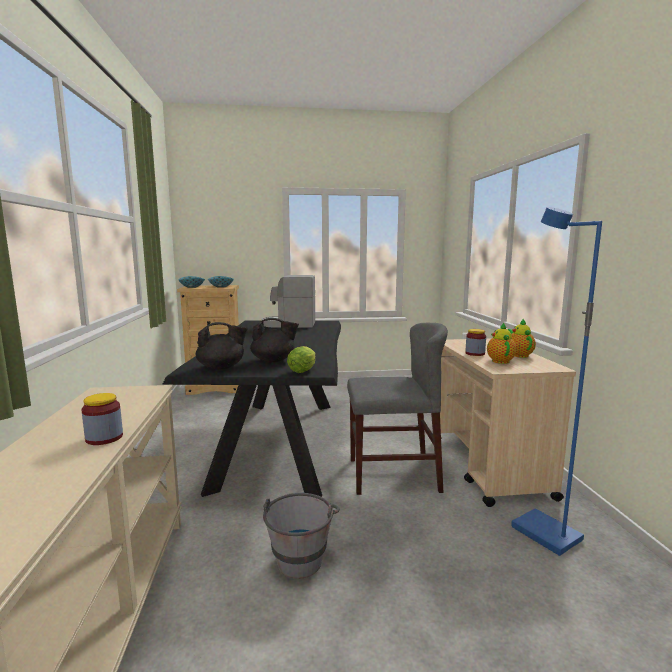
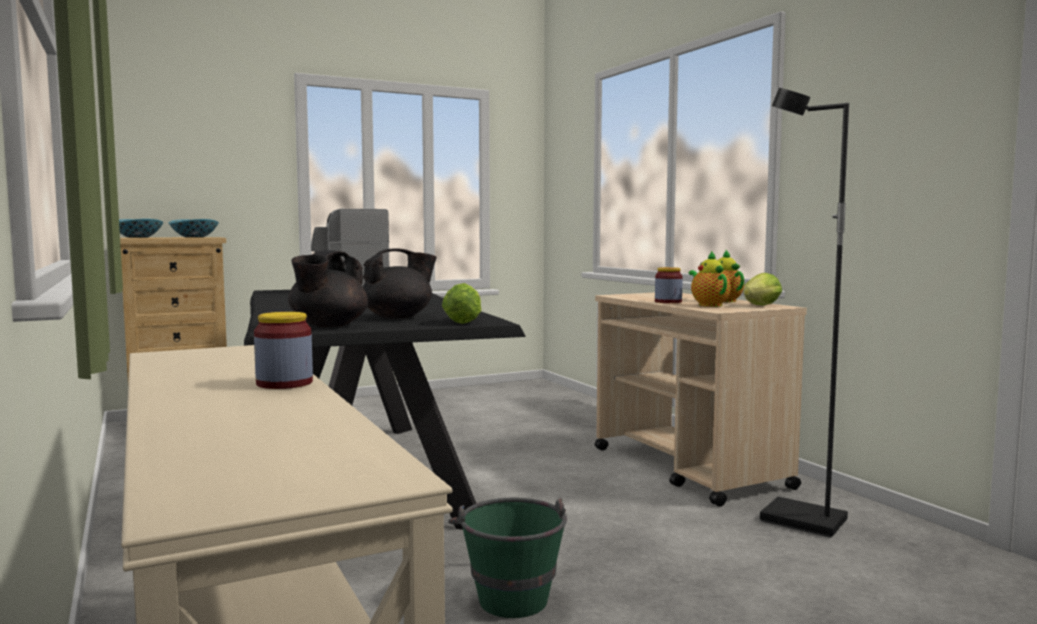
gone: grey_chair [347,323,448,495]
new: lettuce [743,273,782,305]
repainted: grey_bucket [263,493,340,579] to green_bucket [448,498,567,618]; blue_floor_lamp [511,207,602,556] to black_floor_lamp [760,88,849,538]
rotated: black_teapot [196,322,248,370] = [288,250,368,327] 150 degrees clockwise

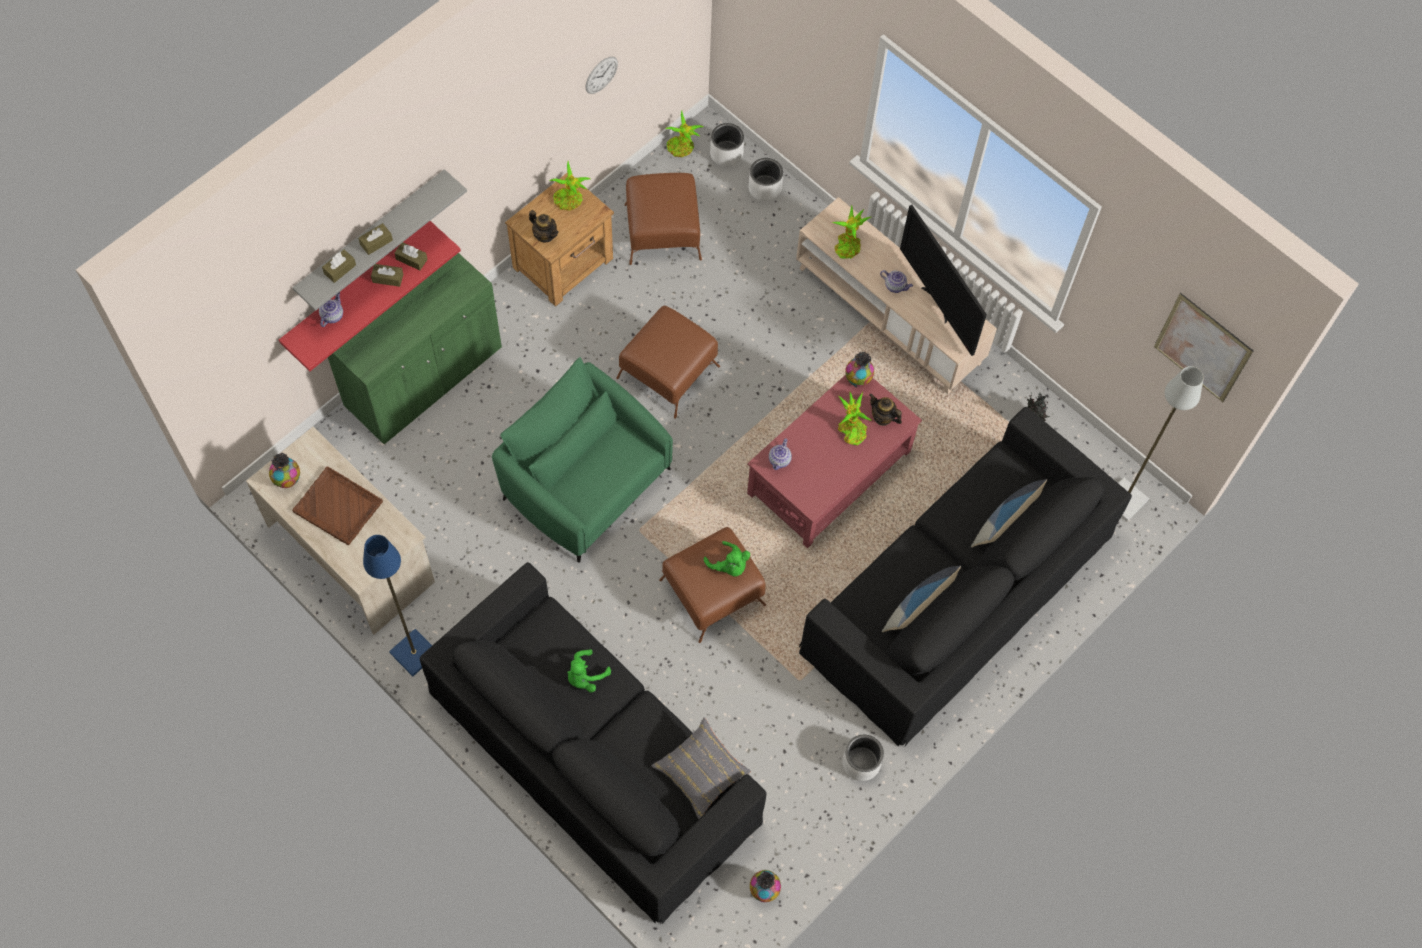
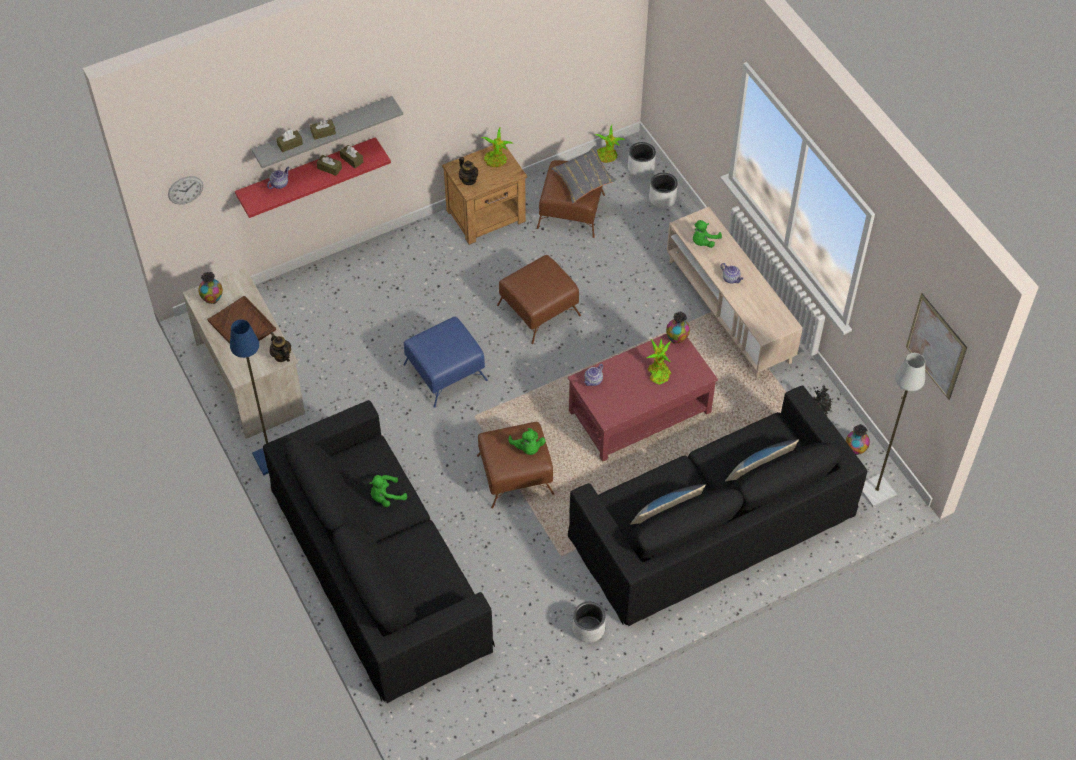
gone: green_cabinet [328,253,502,444]; television [900,205,987,356]
shifted: wall_clock [585,56,618,94] to [168,176,203,204]; teapot [869,394,902,426] to [270,332,291,362]; grey_pillow [651,718,751,819] to [551,146,616,204]; vase [750,870,781,902] to [846,424,870,455]
swapped: green_armchair [492,357,673,563] to blue_ottoman [403,317,488,408]; potted_plant [832,205,871,259] to green_plush_toy [693,220,722,248]

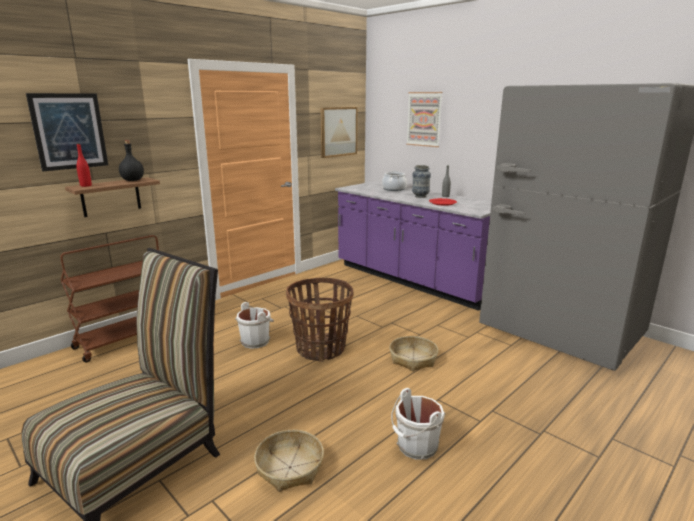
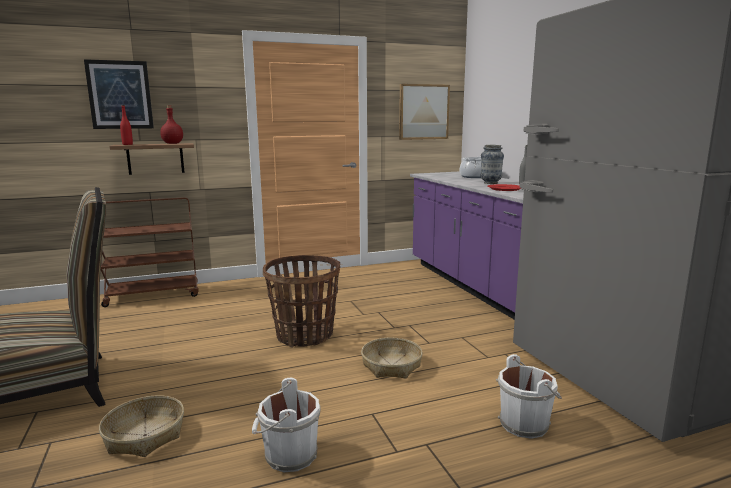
gone: picture [406,92,443,147]
shifted: white_bucket [235,302,274,349] to [496,354,562,439]
repainted: black_bottle [119,140,144,181] to red_bottle [160,105,183,144]

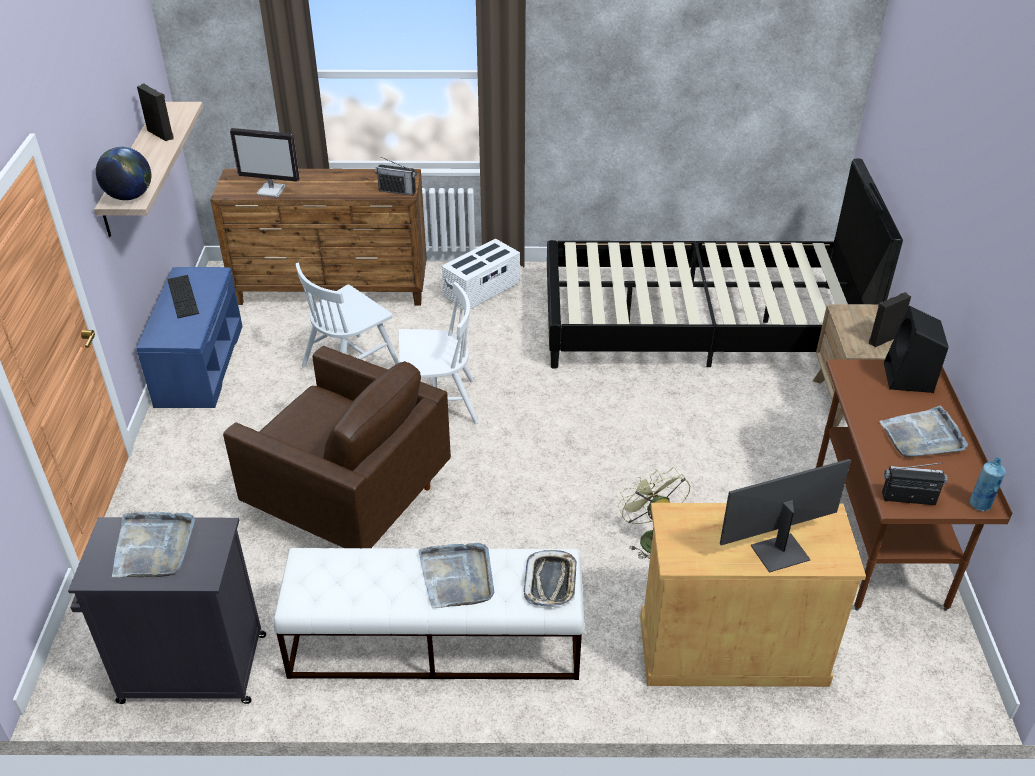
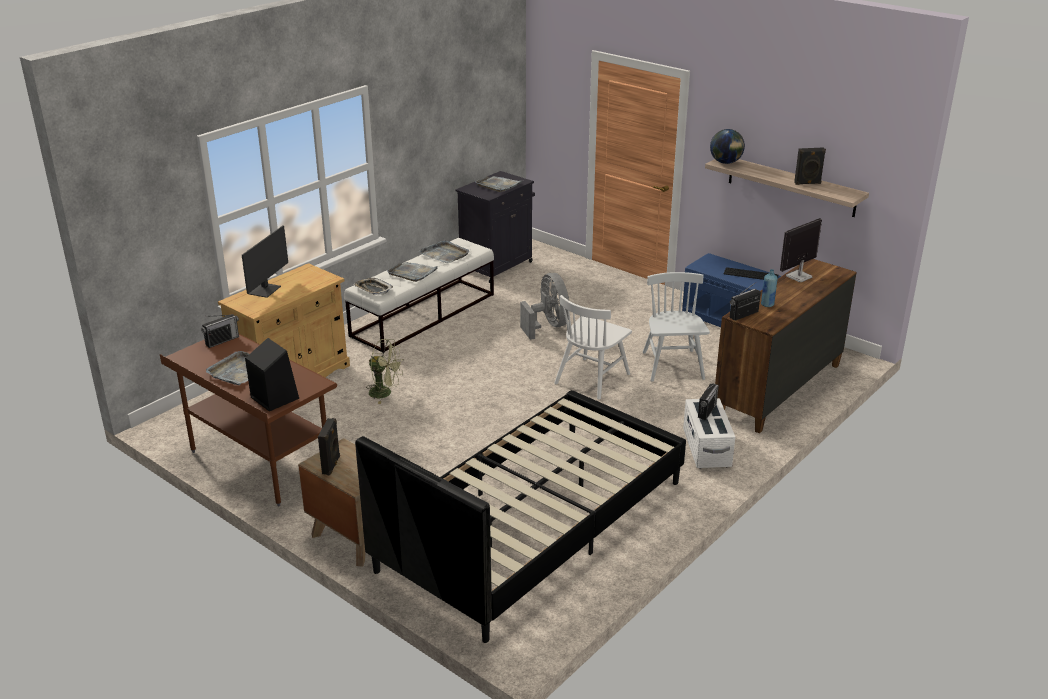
new: grey_tray [418,240,469,264]; radio [698,383,719,420]
shifted: blue_bottle [970,457,1006,511] to [761,269,778,307]
swapped: brown_armchair [223,346,451,548] to grey_fan [520,273,570,340]

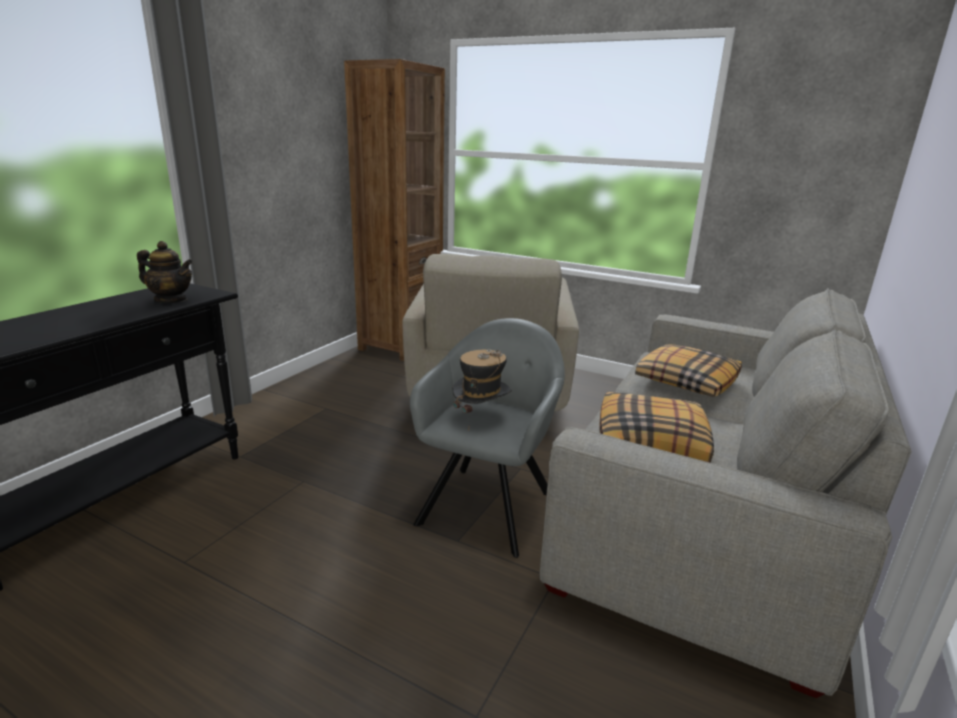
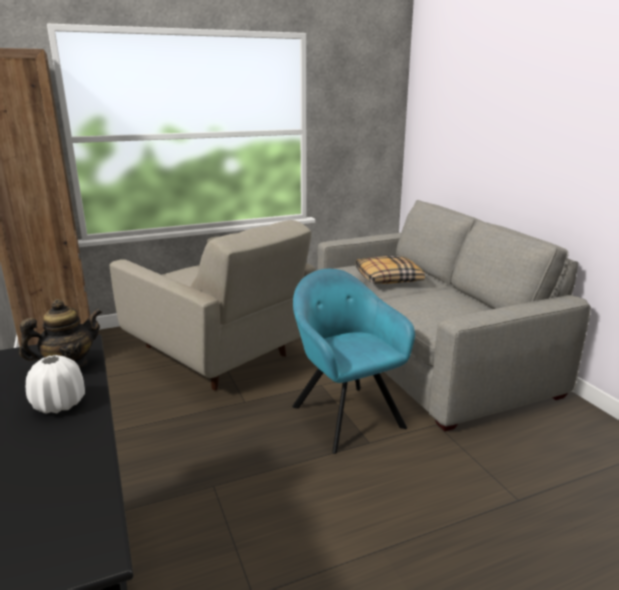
gone: hat [453,349,512,432]; pillow [599,392,714,463]
new: white_vase [26,355,85,413]
repainted: grey_armchair [410,318,565,558] to turquoise_armchair [292,269,415,454]

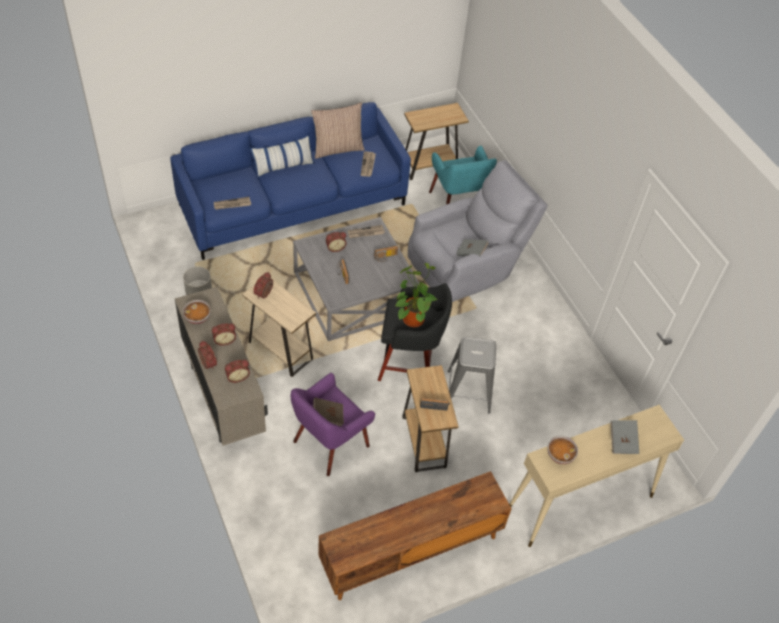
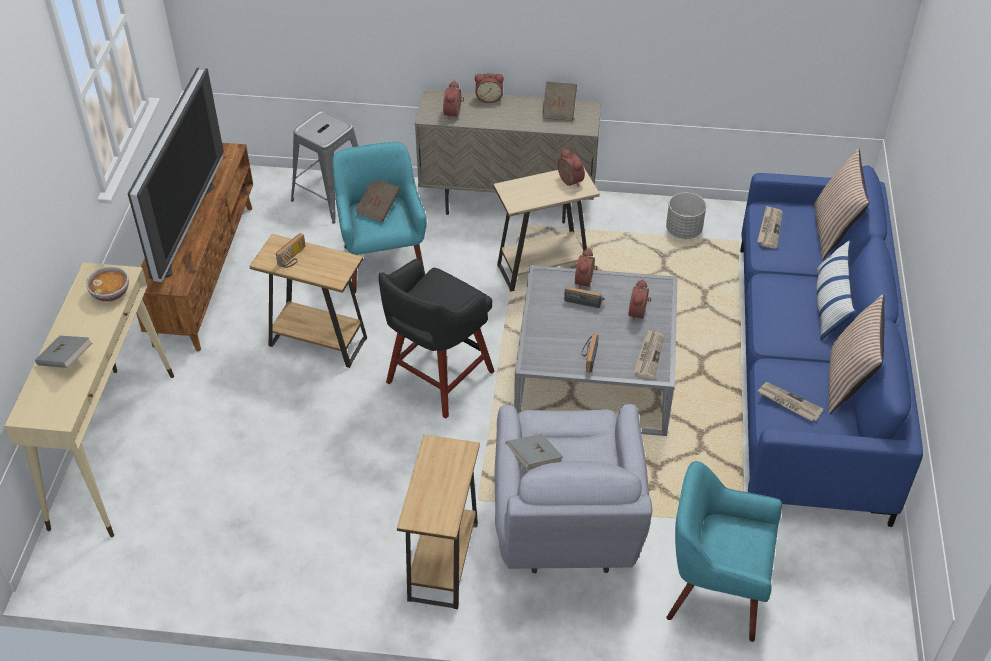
gone: potted_plant [396,263,437,327]
new: television [128,68,224,282]; pillow [814,148,870,259]
shifted: grey_stool [448,337,496,414] to [291,111,358,224]; brown_side_table [404,103,469,180] to [397,435,480,609]; alarm_clock [212,323,236,346] to [575,248,597,289]
swapped: bowl [183,300,211,324] to brown_book [542,82,577,121]
repainted: purple_armchair [291,373,375,476] to turquoise_armchair [332,142,427,293]

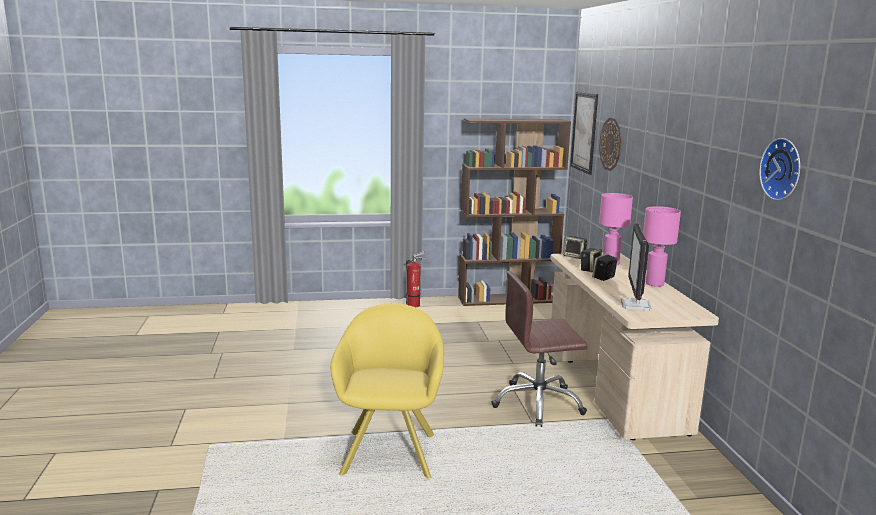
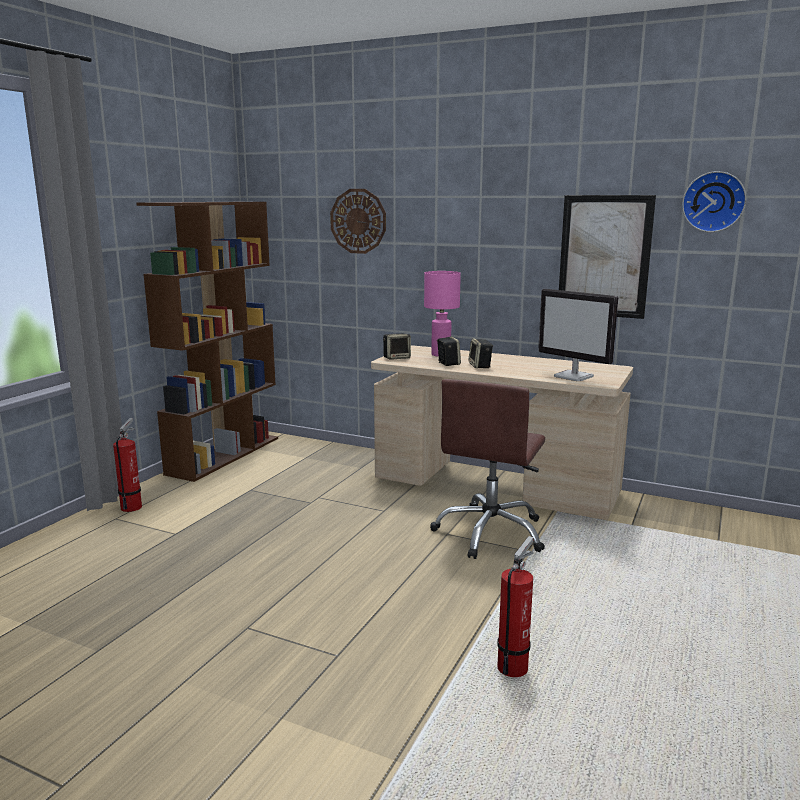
gone: pink_table_lamp [643,206,681,287]
shifted: picture [570,92,598,175] to [559,195,656,319]
swapped: yellow_armchair [330,303,444,479] to fire_extinguisher [497,536,533,677]

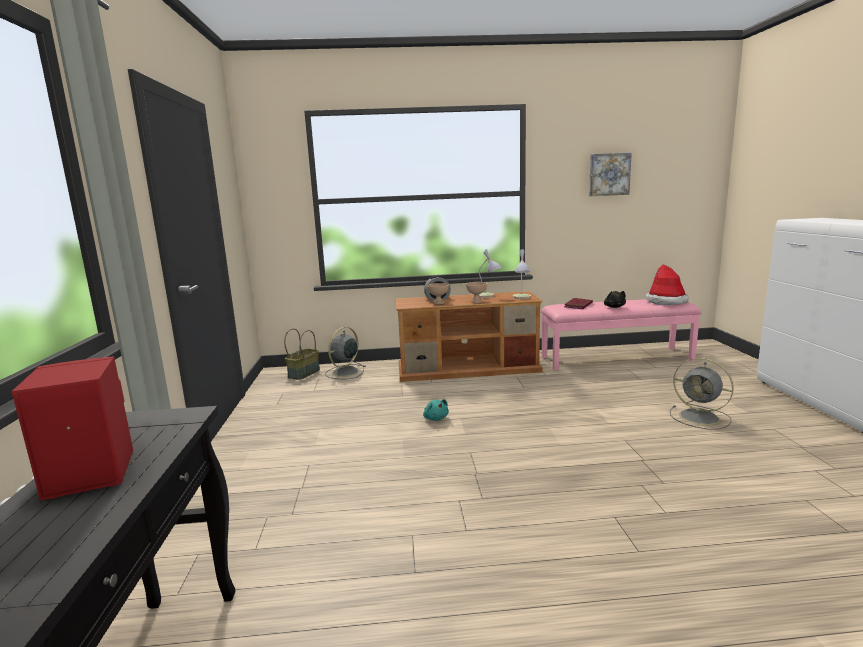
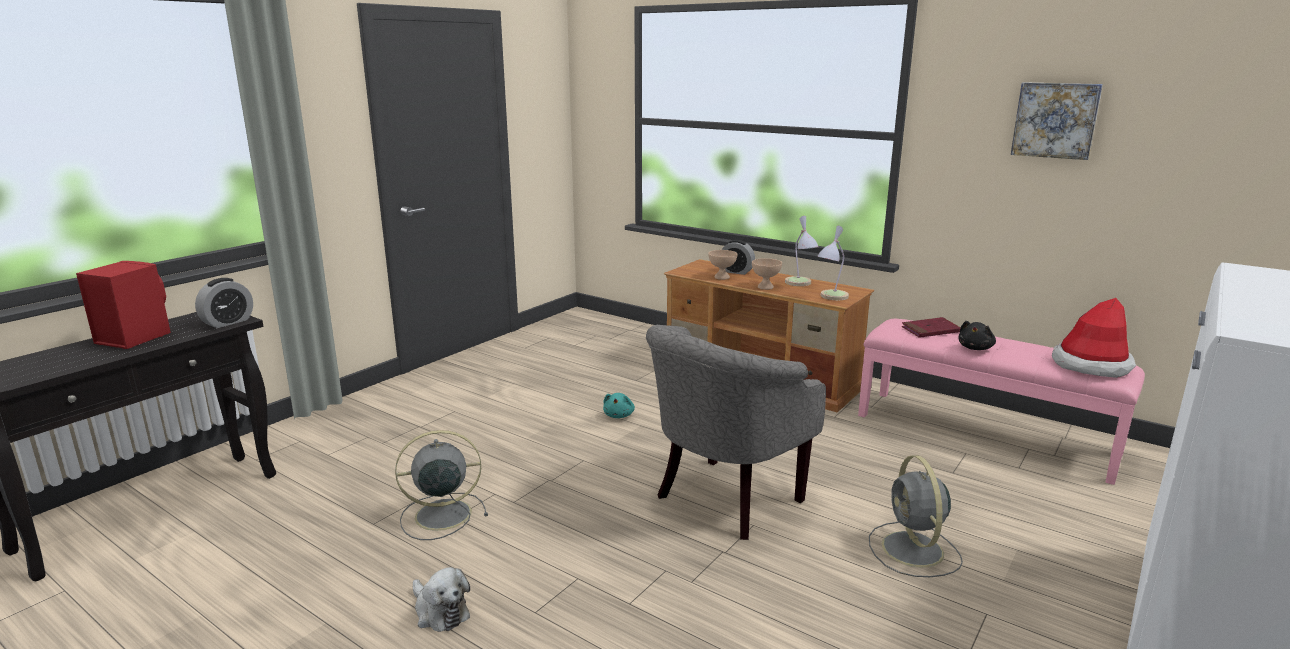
gone: basket [284,328,320,380]
new: alarm_clock [195,278,253,328]; plush_toy [413,567,470,632]; grey_armchair [646,325,826,540]
shifted: grey_fan [325,327,365,379] to [395,430,488,540]

